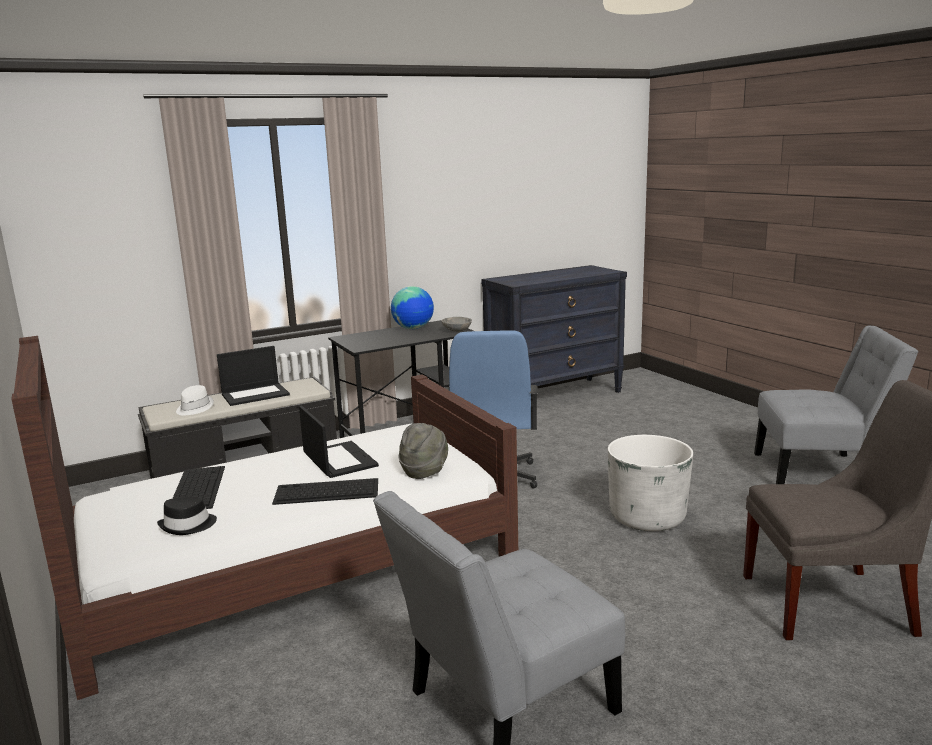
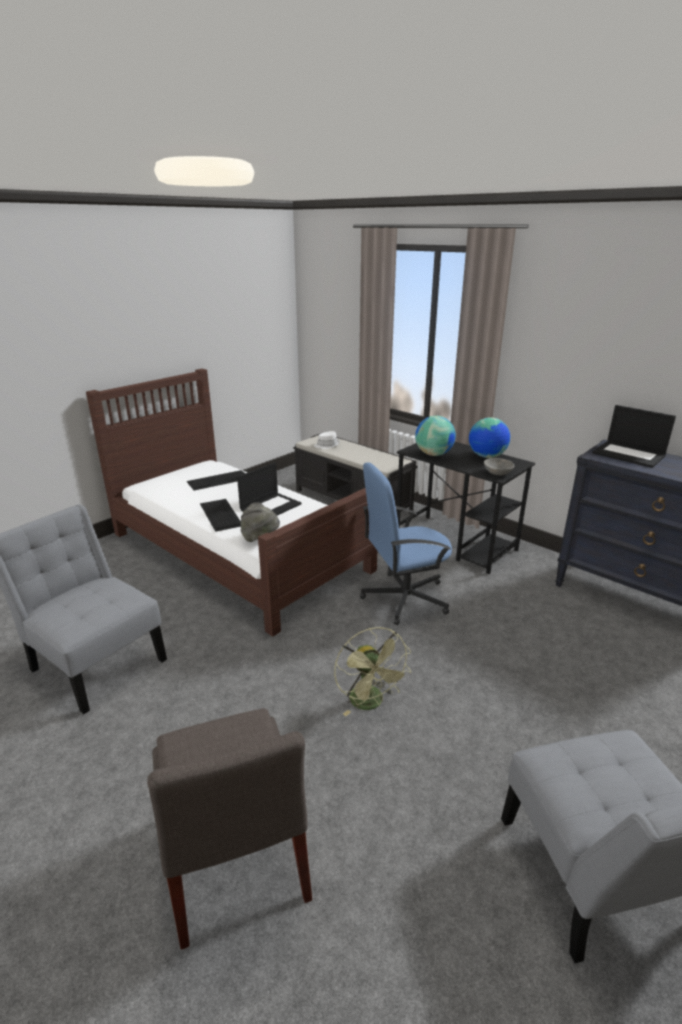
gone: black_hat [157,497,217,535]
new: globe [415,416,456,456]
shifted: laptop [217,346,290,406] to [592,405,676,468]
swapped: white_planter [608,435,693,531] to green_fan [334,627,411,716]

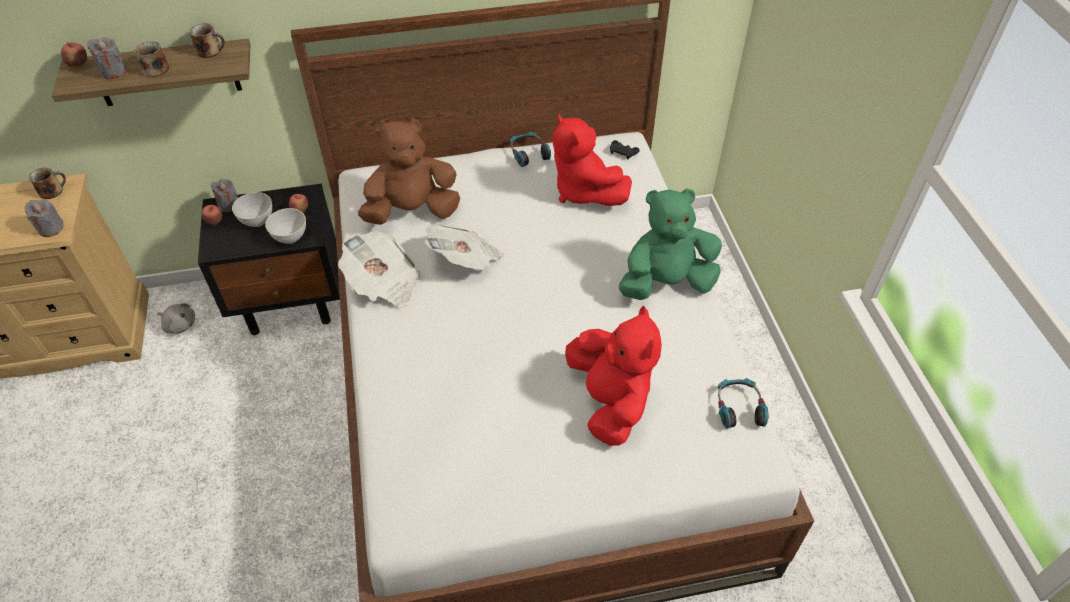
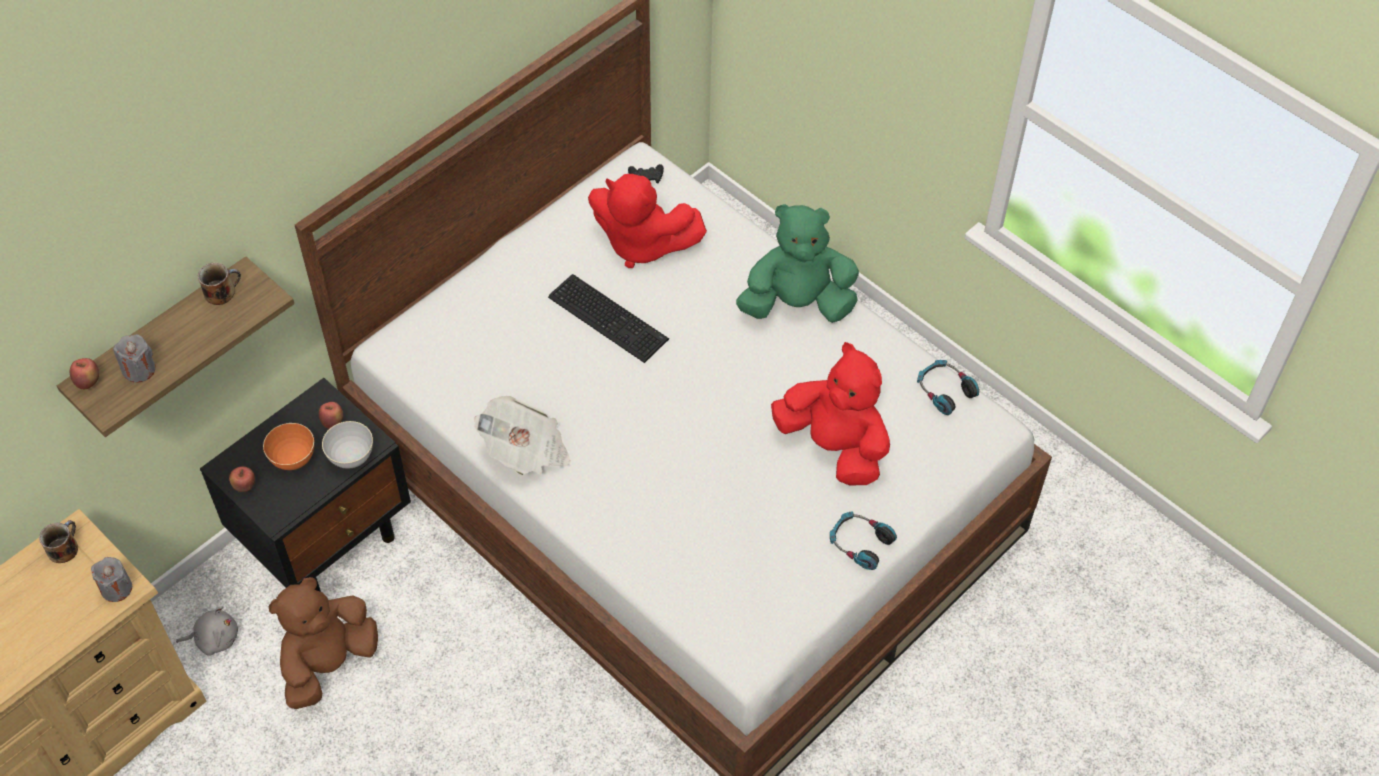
gone: mug [134,41,169,77]; grey_candle [211,179,238,212]; newspaper [424,223,504,271]
new: keyboard [548,274,669,363]
shifted: brown_plush_toy [358,119,460,225] to [269,577,378,709]; headphones [510,132,551,167] to [830,511,897,570]
repainted: grey_bowl [232,192,272,227] to orange_bowl [263,423,314,470]
rotated: green_plush_toy [619,188,722,300] = [736,204,859,323] 45 degrees clockwise

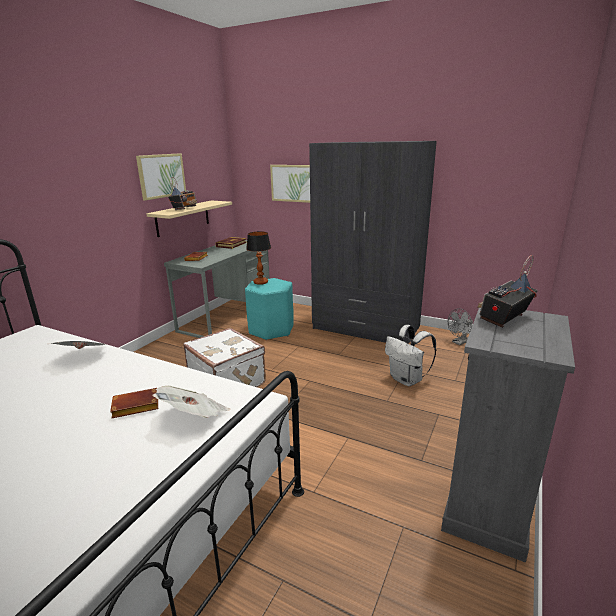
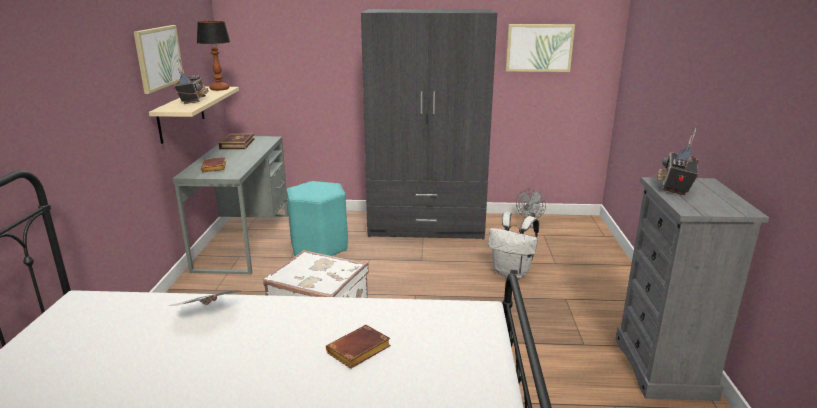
gone: newspaper [153,386,230,418]
shifted: table_lamp [246,231,271,285] to [197,21,230,91]; picture [270,165,310,203] to [506,24,575,72]

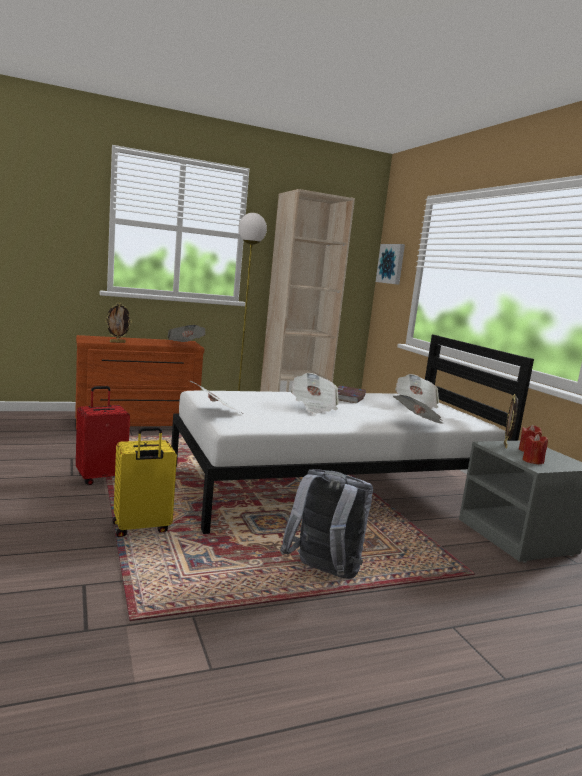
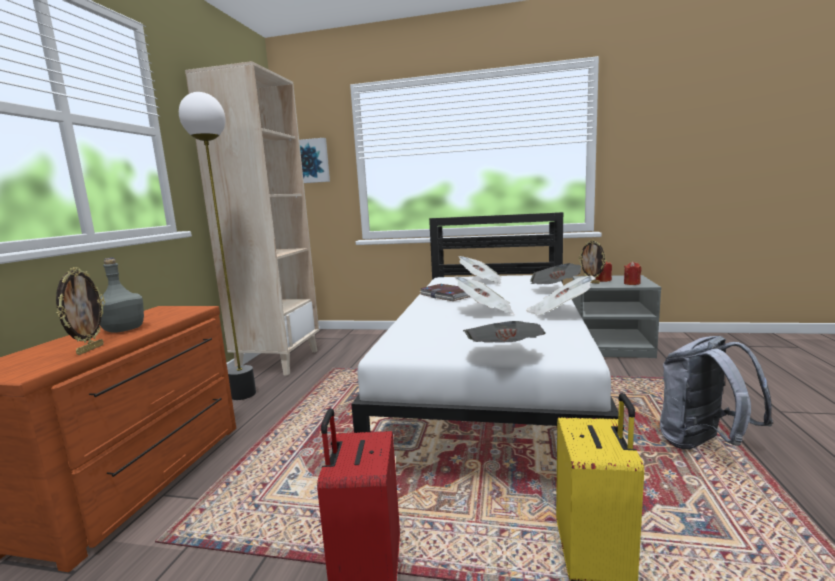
new: grey_bottle [100,258,144,333]
shifted: newspaper [167,325,206,342] to [526,276,595,315]

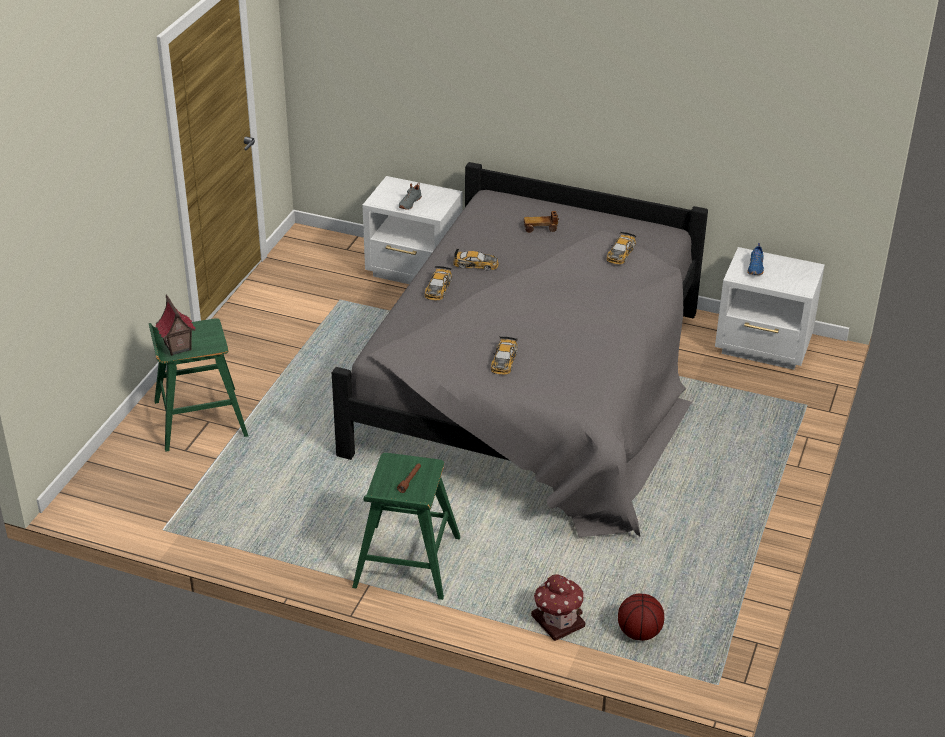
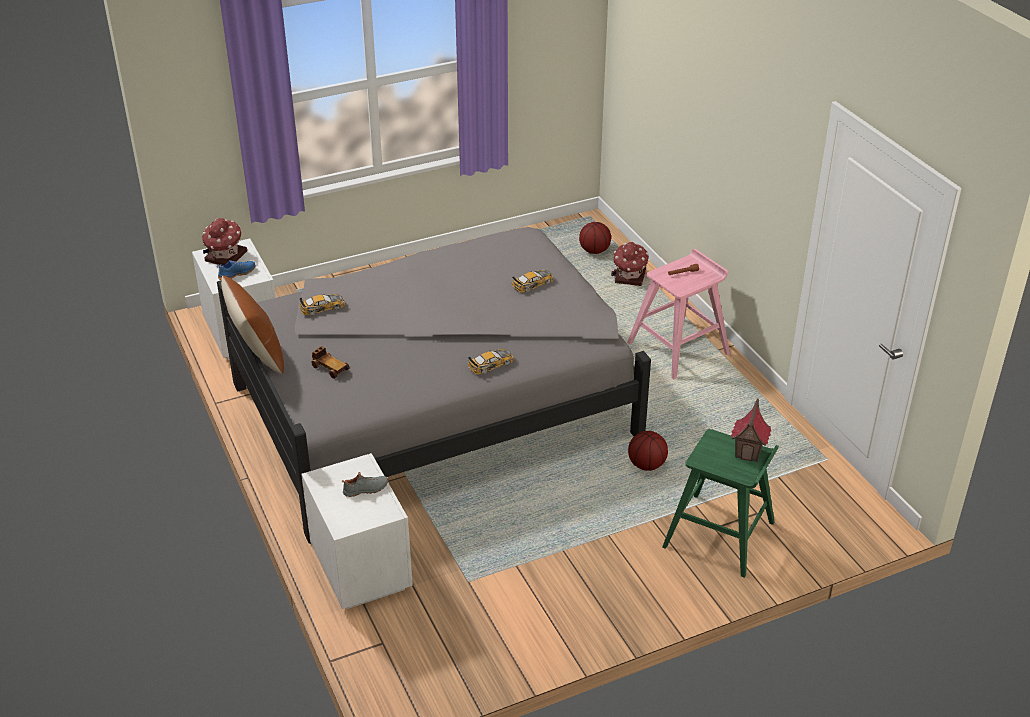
gone: toy_car [453,249,499,271]
new: toy_house [202,218,247,266]; brown_pillow [221,275,284,374]; basketball [628,431,668,471]
repainted: green_stool [352,453,460,600] to pink_stool [627,249,730,379]

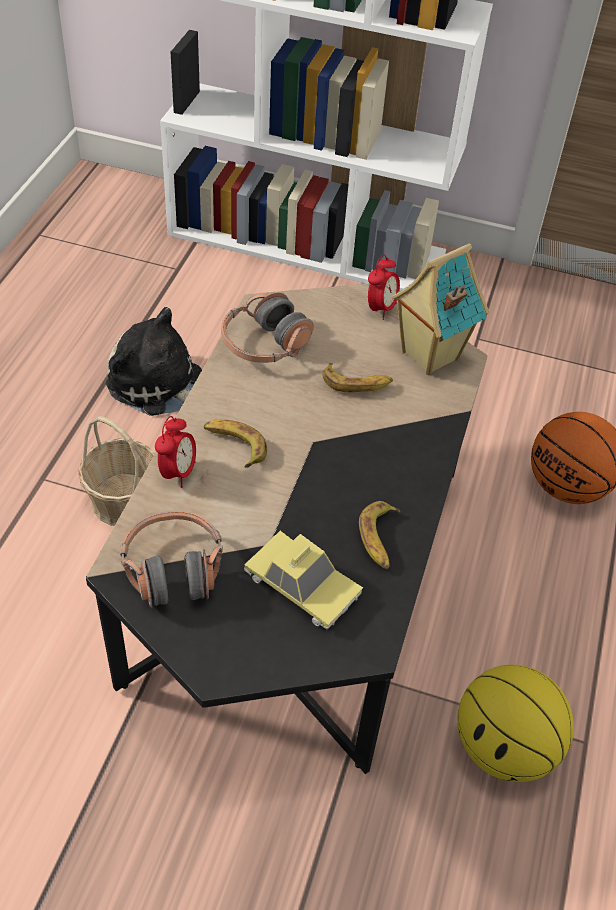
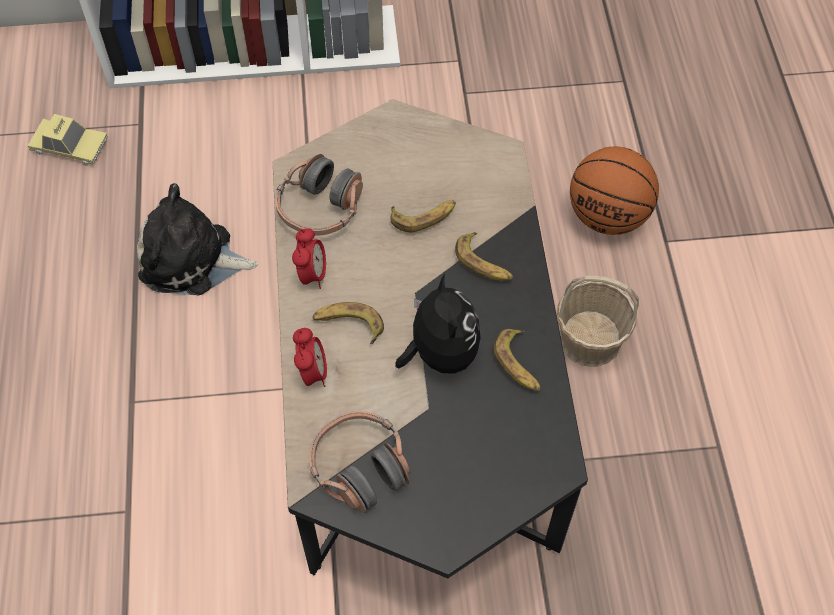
gone: toy_house [391,243,489,375]; basketball [457,665,574,782]
new: plush_toy [395,273,481,374]; banana [455,232,513,281]
shifted: toy_car [244,531,363,629] to [28,114,108,165]; alarm_clock [368,254,400,320] to [292,229,326,289]; basket [78,416,155,526] to [557,276,639,367]

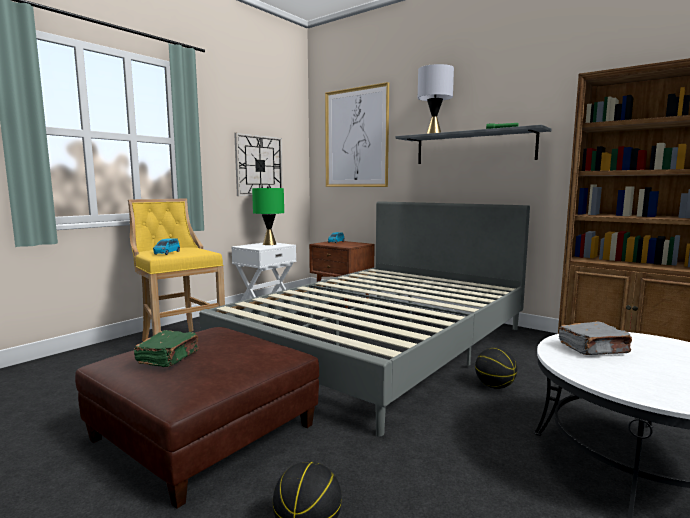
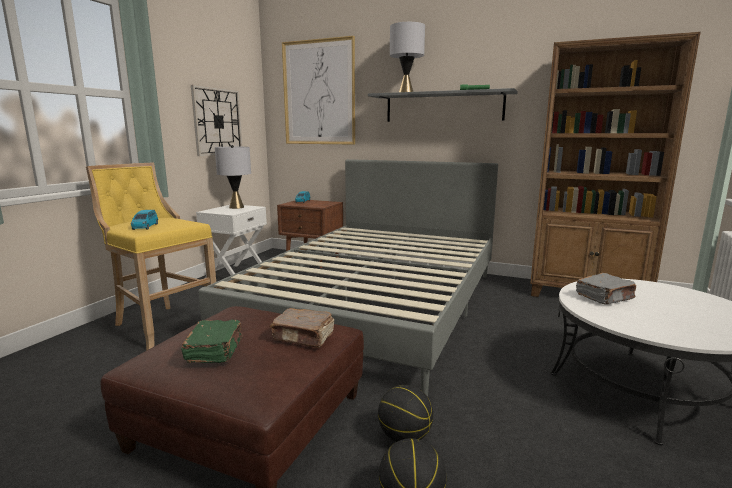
new: brown_book [270,308,334,348]
shifted: basketball [475,348,517,389] to [378,385,433,442]
repainted: green_table_lamp [252,186,284,245] to grey_table_lamp [215,145,251,209]

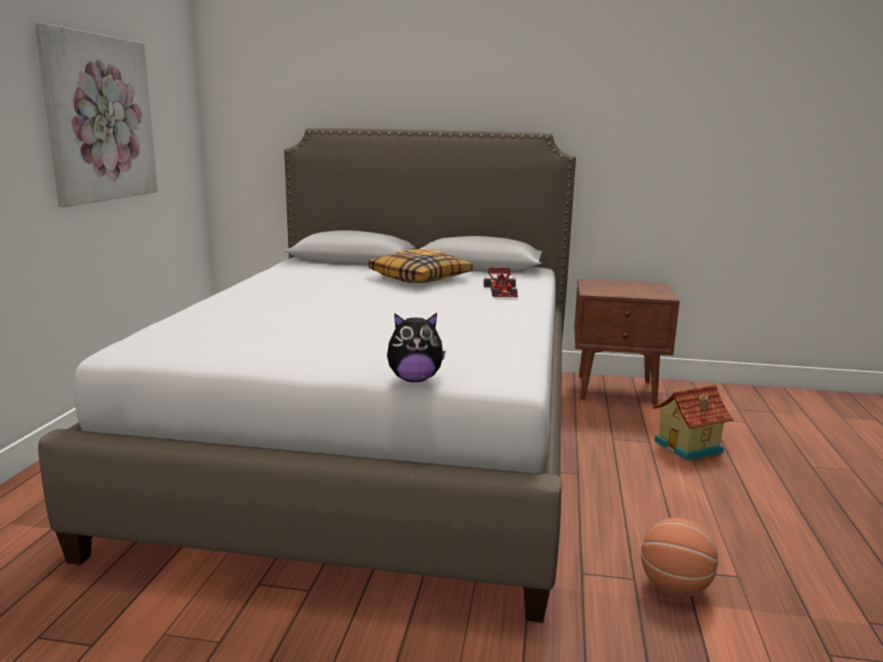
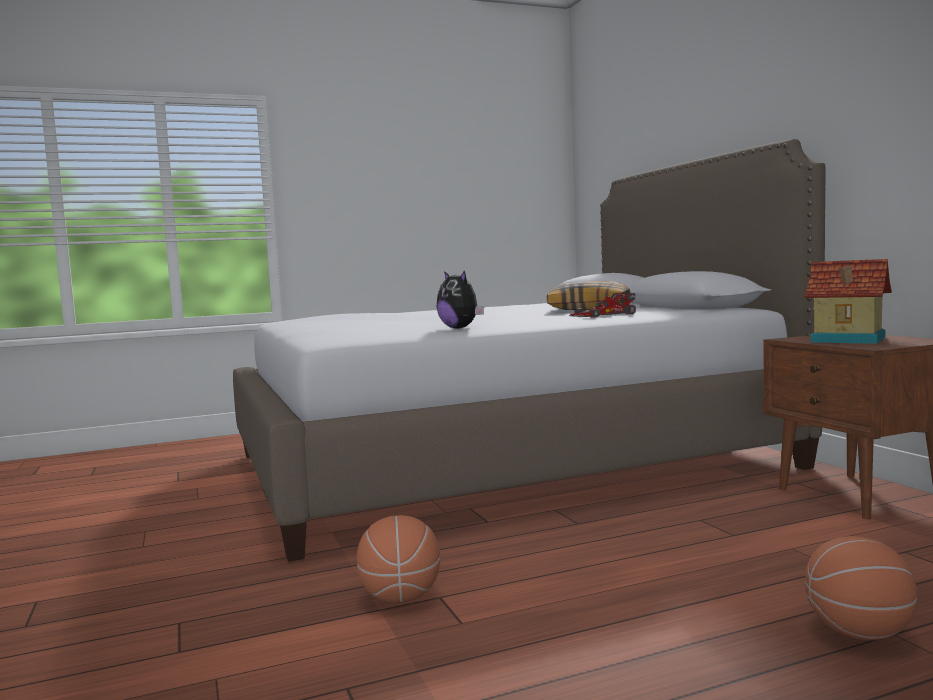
gone: picture [35,23,158,207]
new: basketball [805,536,917,640]
shifted: plush_toy [387,313,446,382] to [437,271,484,329]; toy_house [653,385,734,460] to [805,259,892,344]

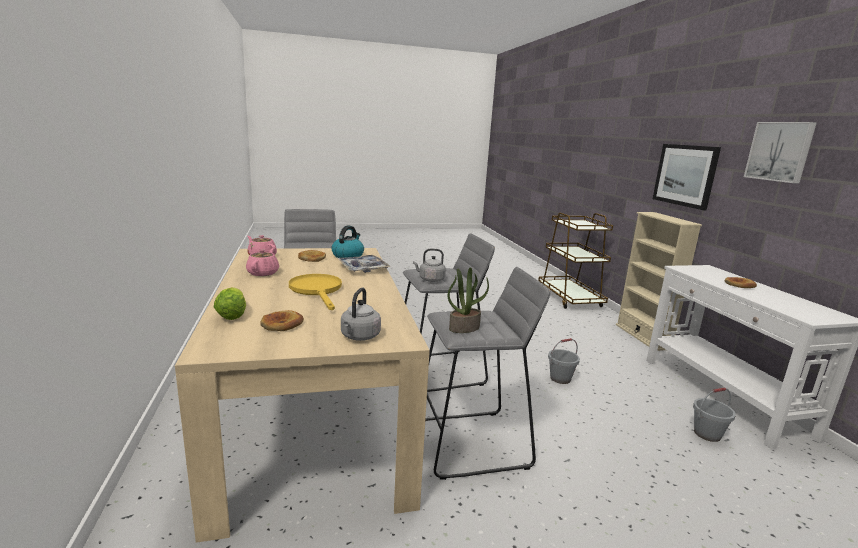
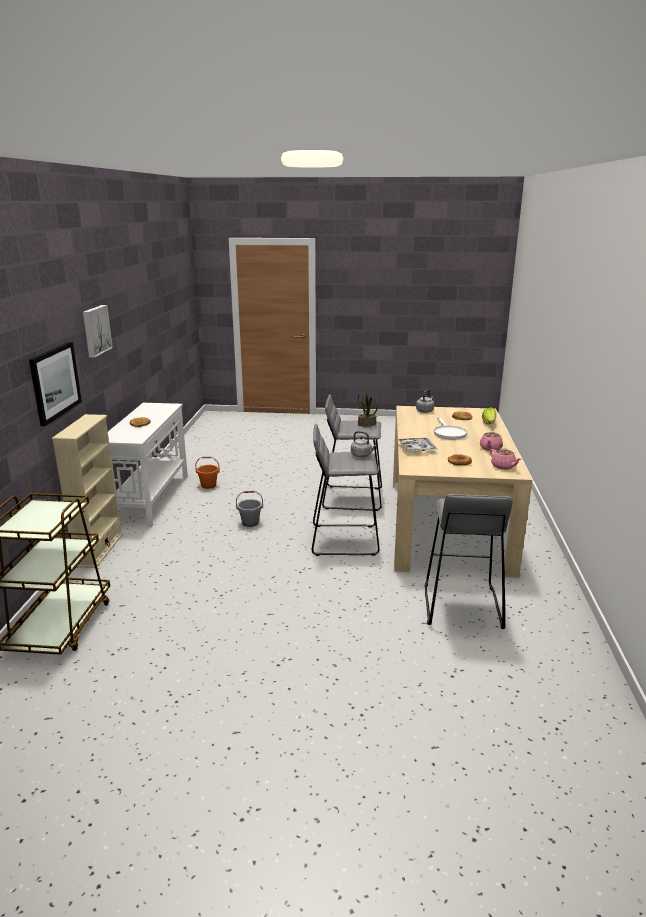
gone: kettle [331,225,364,258]
repainted: grey_bucket [693,387,736,442] to orange_bucket [195,457,220,489]; yellow_frying_pan [289,274,342,310] to white_frying_pan [434,417,468,440]

